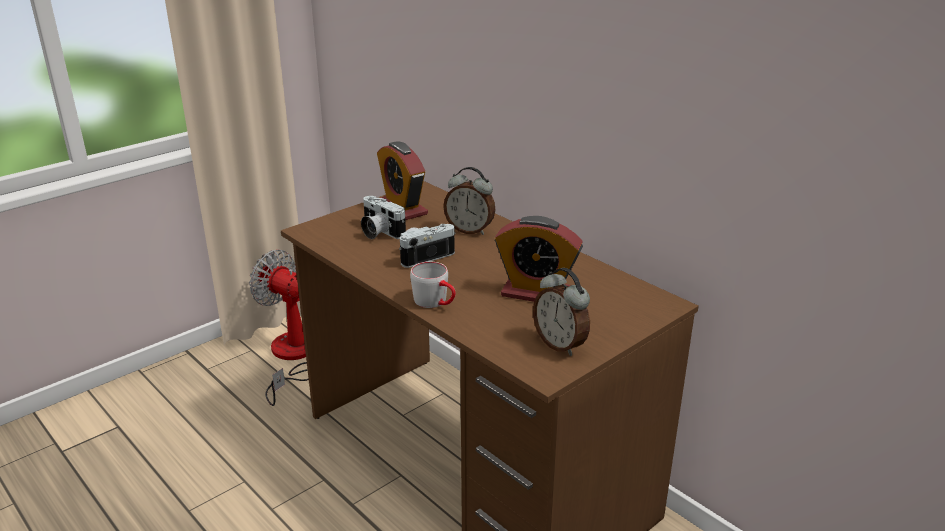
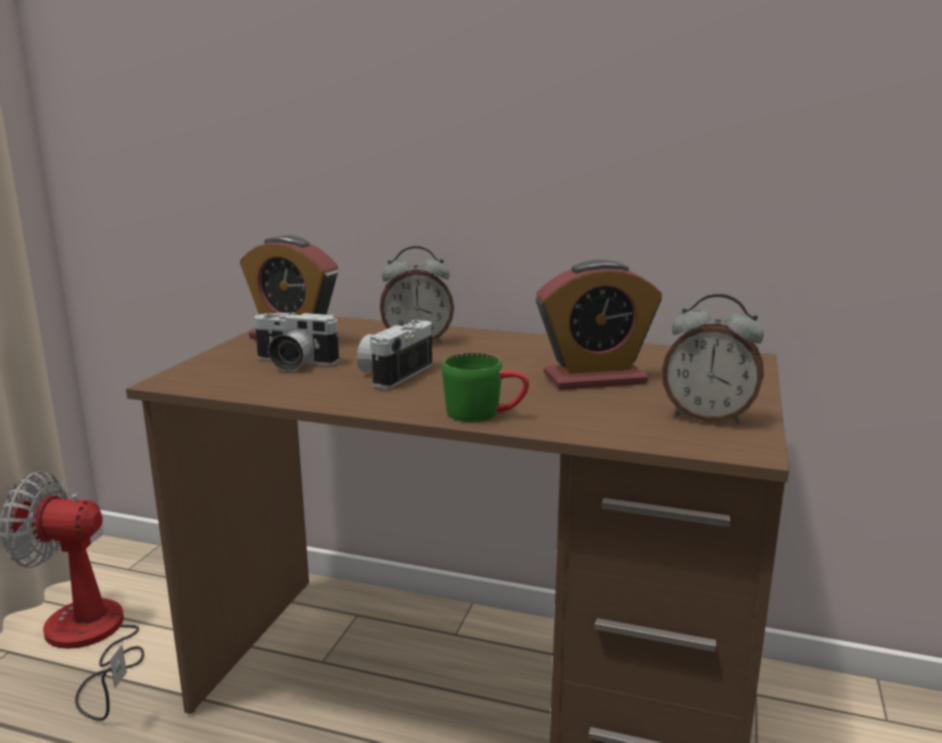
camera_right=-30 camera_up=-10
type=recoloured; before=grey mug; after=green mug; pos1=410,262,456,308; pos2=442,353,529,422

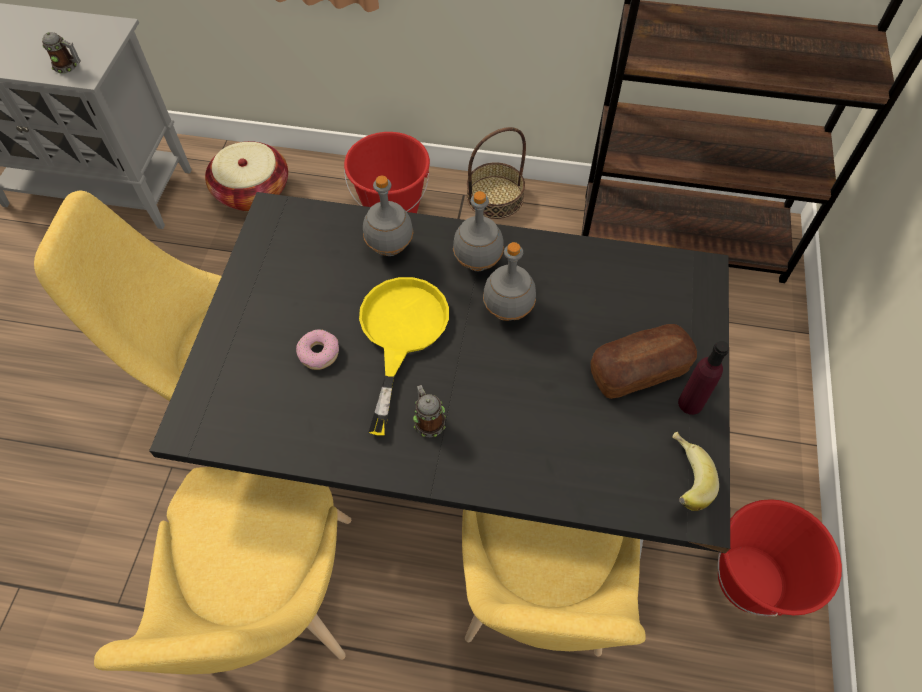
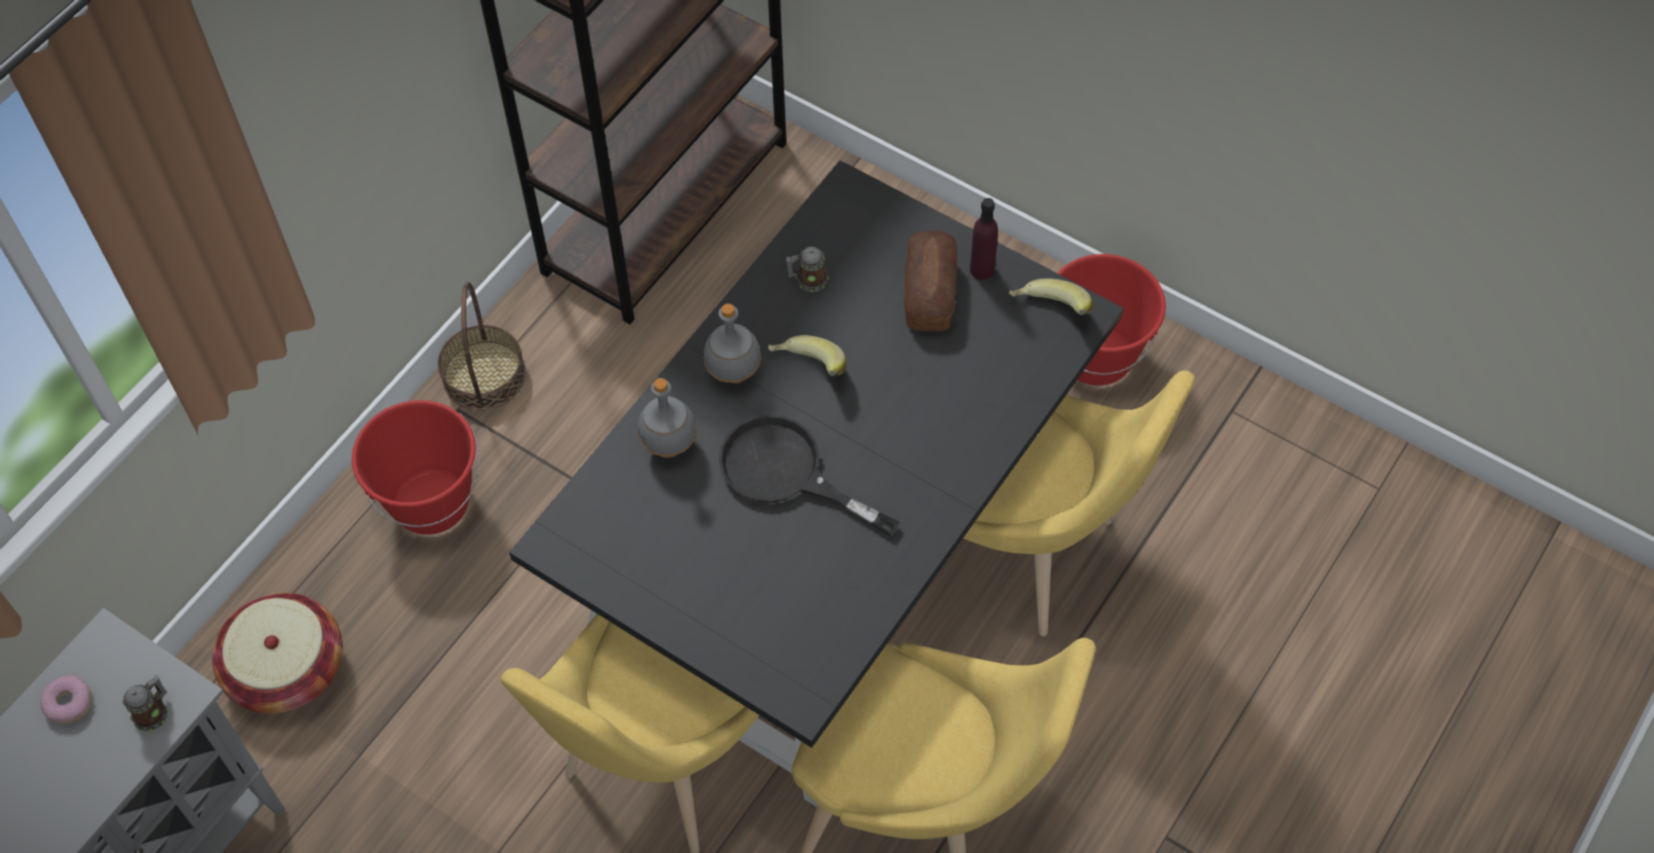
camera_right=-65 camera_up=0
type=replaced; before=grey bottle; after=banana; pos1=483,242,536,321; pos2=768,335,846,376
type=recoloured; before=yellow frying pan; after=black frying pan; pos1=359,277,449,435; pos2=719,414,900,536
type=moved; before=donut; pos1=296,329,339,370; pos2=40,675,92,724
type=moved; before=mug; pos1=413,385,446,438; pos2=786,247,829,292

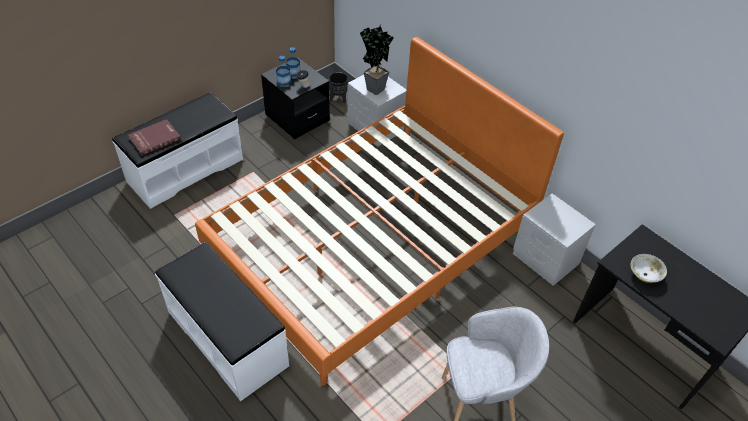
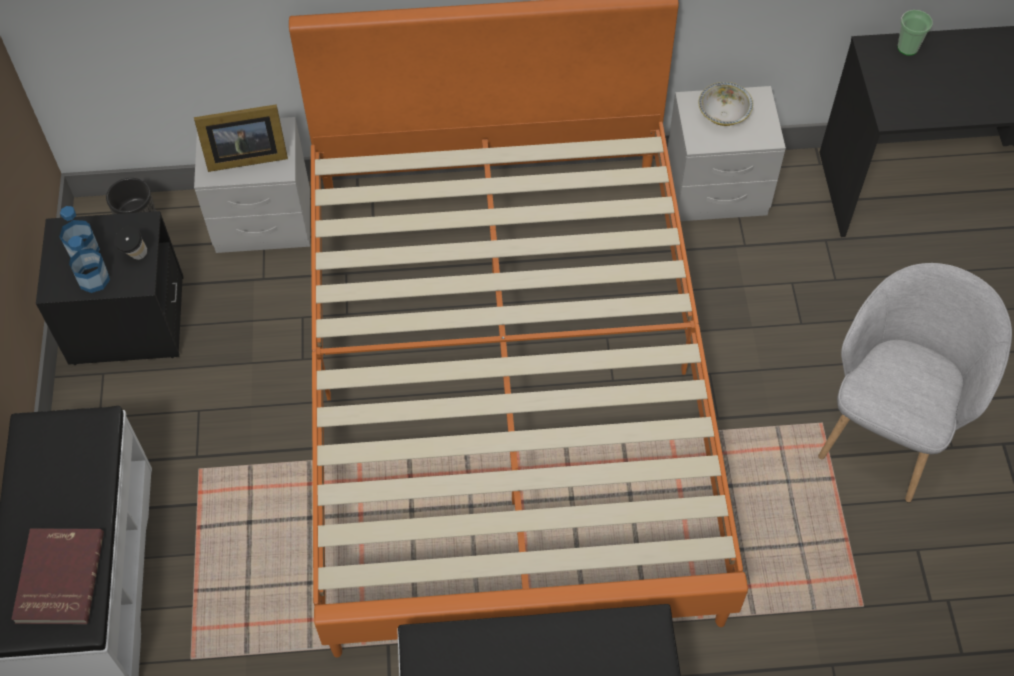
camera_right=-50 camera_up=10
type=replaced; before=potted plant; after=picture frame; pos1=360,26,394,95; pos2=194,104,288,172
type=moved; before=bowl; pos1=630,254,667,283; pos2=699,82,753,126
type=added; after=cup; pos2=898,10,933,56

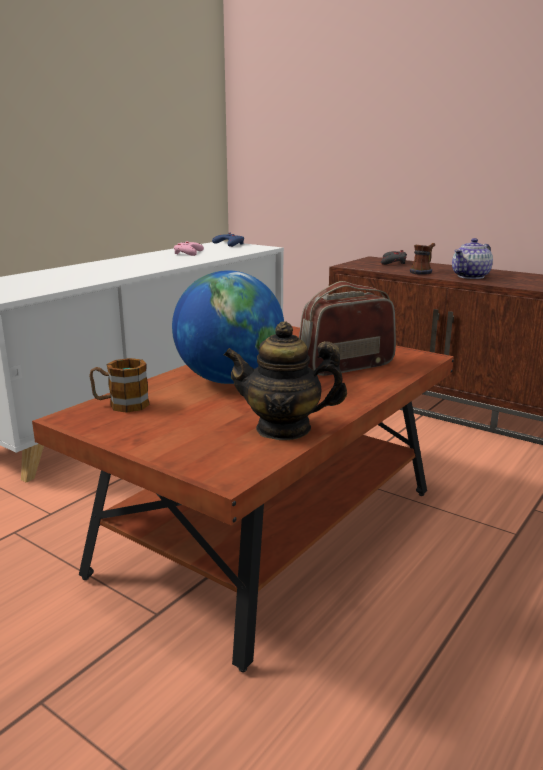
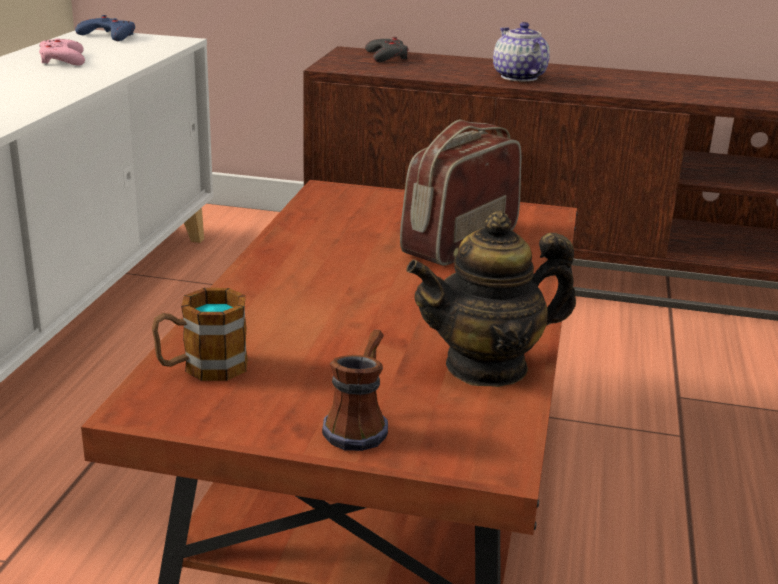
camera_right=-25 camera_up=5
type=turned; before=teapot; pos1=452,238,493,279; pos2=493,22,550,82; turn=135
type=moved; before=mug; pos1=410,243,435,275; pos2=322,330,388,451
type=removed; before=globe; pos1=172,270,284,384

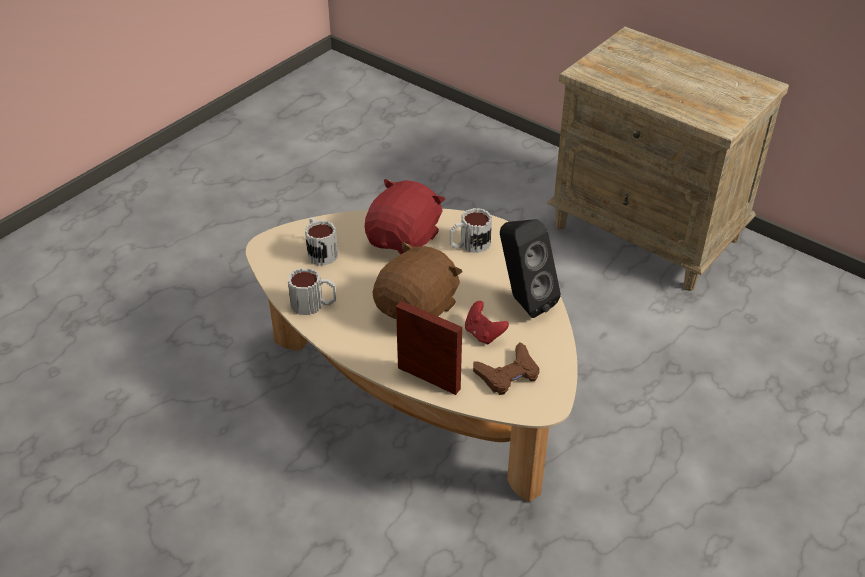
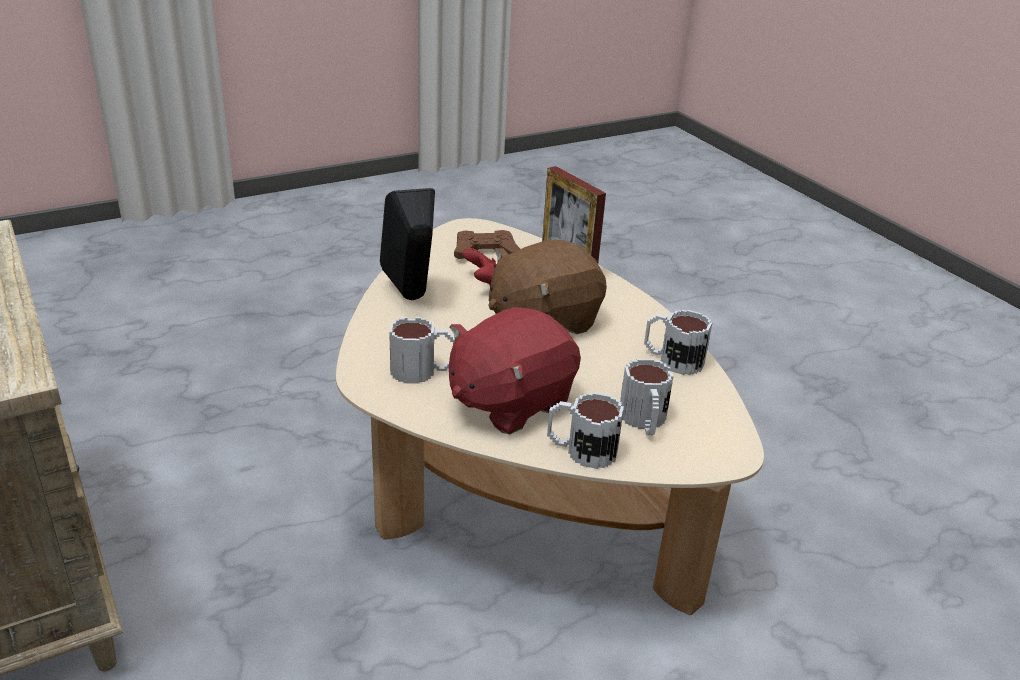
camera_right=-160 camera_up=-10
type=added; after=mug; pos2=547,392,624,469

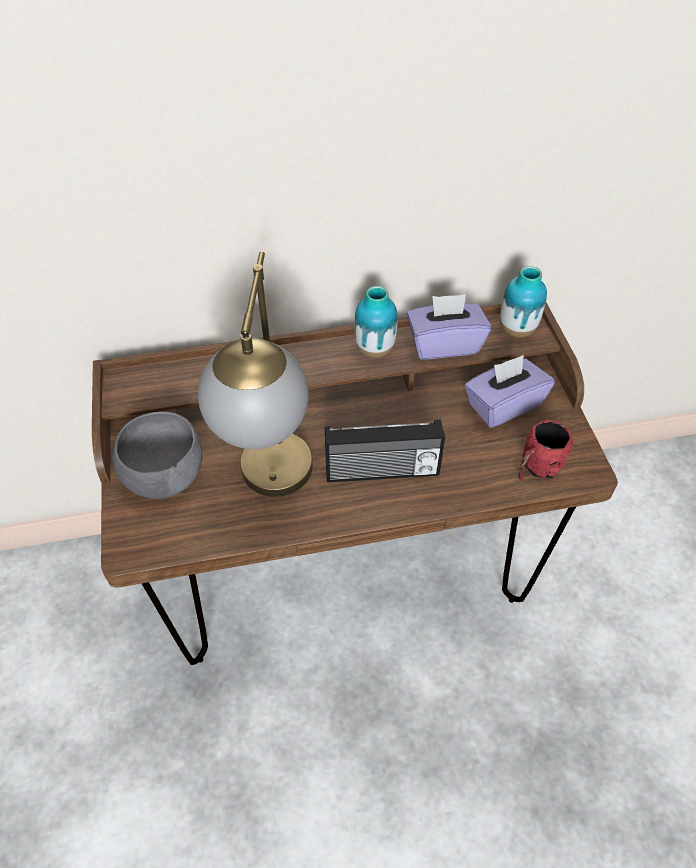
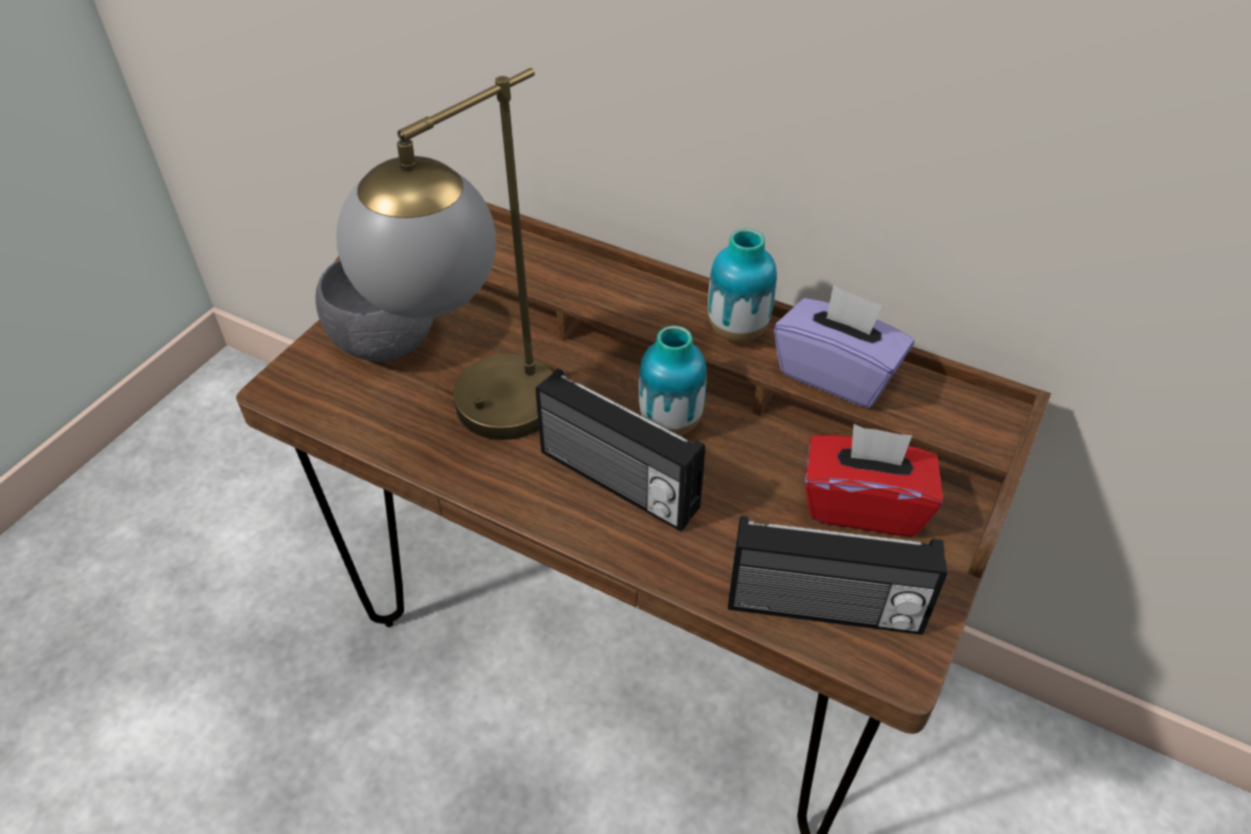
camera_right=40 camera_up=-5
type=moved; before=vase; pos1=500,266,547,338; pos2=639,326,707,436
type=recoloured; before=purple tissue box; after=red tissue box; pos1=465,355,555,428; pos2=805,424,943,537
type=replaced; before=red mug; after=radio; pos1=519,420,573,481; pos2=728,516,947,635

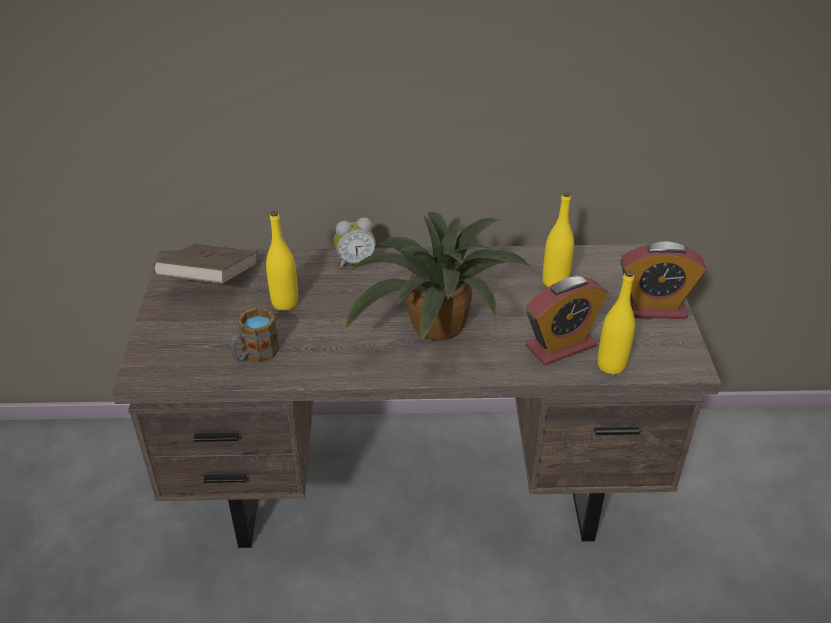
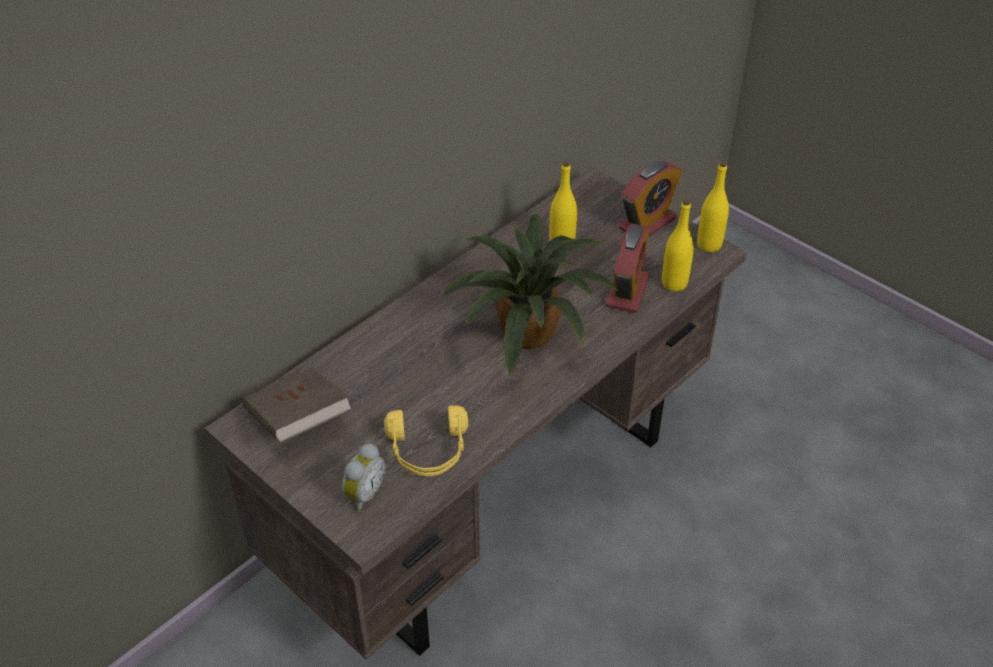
camera_right=-45 camera_up=5
type=moved; before=yellow bottle; pos1=266,211,298,311; pos2=697,161,729,252
type=moved; before=alarm clock; pos1=334,218,376,268; pos2=342,444,386,511
type=replaced; before=mug; after=yellow headphones; pos1=230,307,280,362; pos2=384,406,468,476

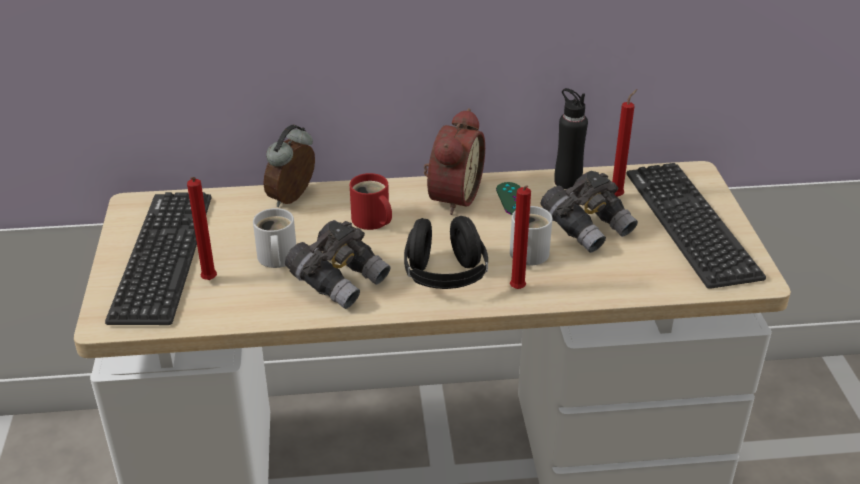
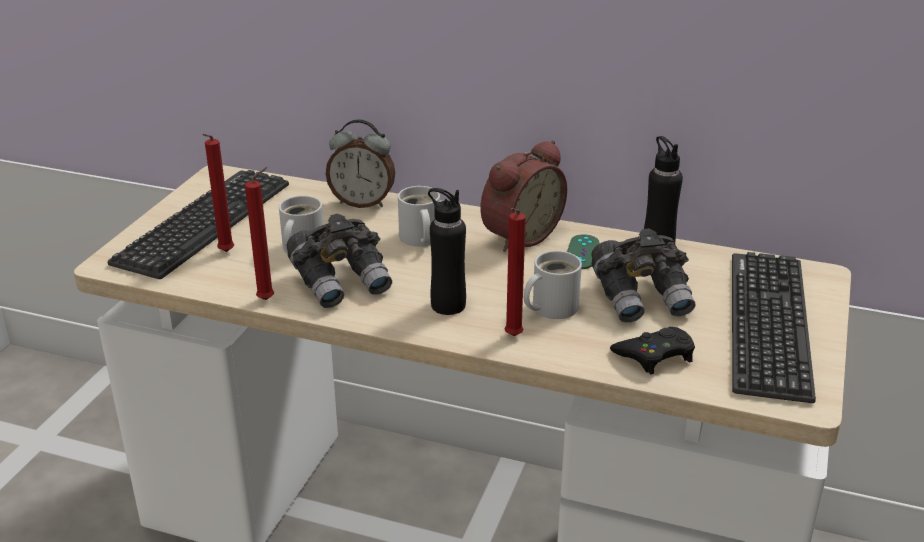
camera_right=25 camera_up=-5
type=moved; before=red candle; pos1=612,89,637,197; pos2=245,167,274,300
type=turned; before=alarm clock; pos1=263,125,315,207; pos2=326,119,395,208; turn=-135
type=recoloured; before=red mug; after=white mug; pos1=350,173,392,230; pos2=398,186,440,246
type=replaced; before=black headphones; after=black bottle; pos1=404,216,488,289; pos2=428,188,466,315
type=added; after=black game controller; pos2=610,327,695,375

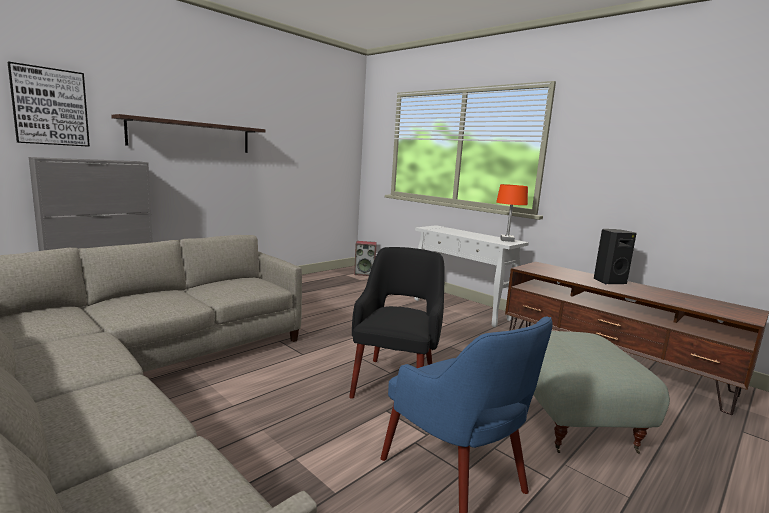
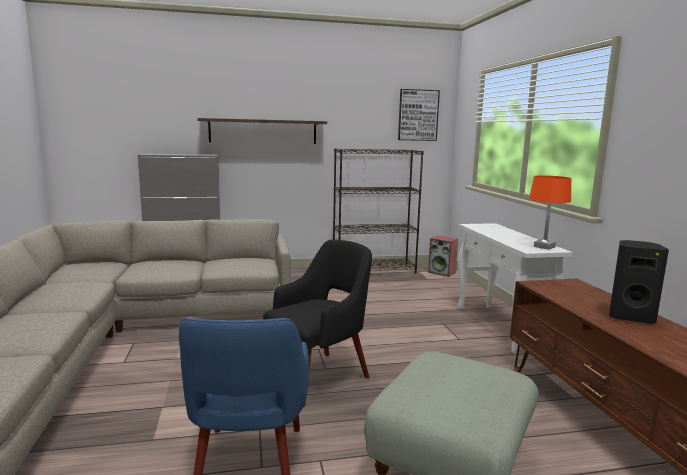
camera_right=35 camera_up=0
type=moved; before=picture; pos1=8,61,90,147; pos2=398,89,440,141
type=added; after=black bookcase; pos2=333,148,424,274

